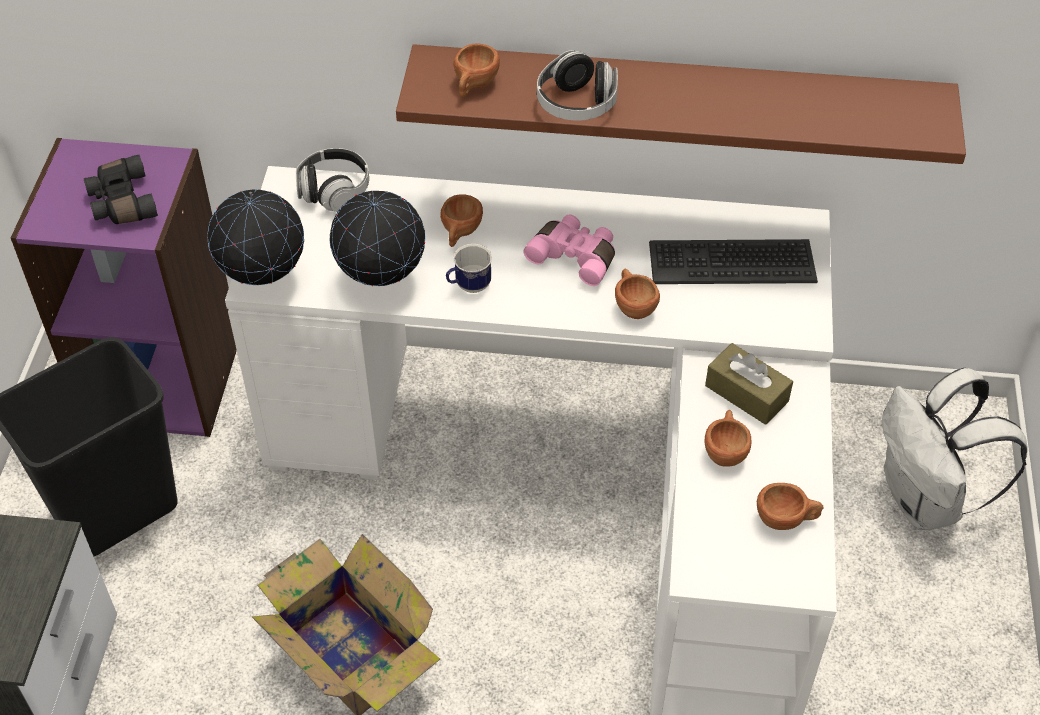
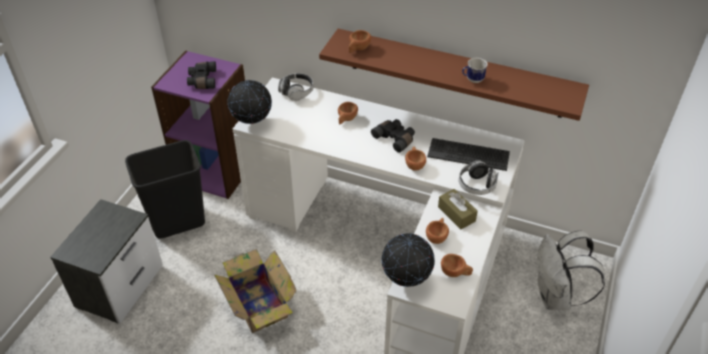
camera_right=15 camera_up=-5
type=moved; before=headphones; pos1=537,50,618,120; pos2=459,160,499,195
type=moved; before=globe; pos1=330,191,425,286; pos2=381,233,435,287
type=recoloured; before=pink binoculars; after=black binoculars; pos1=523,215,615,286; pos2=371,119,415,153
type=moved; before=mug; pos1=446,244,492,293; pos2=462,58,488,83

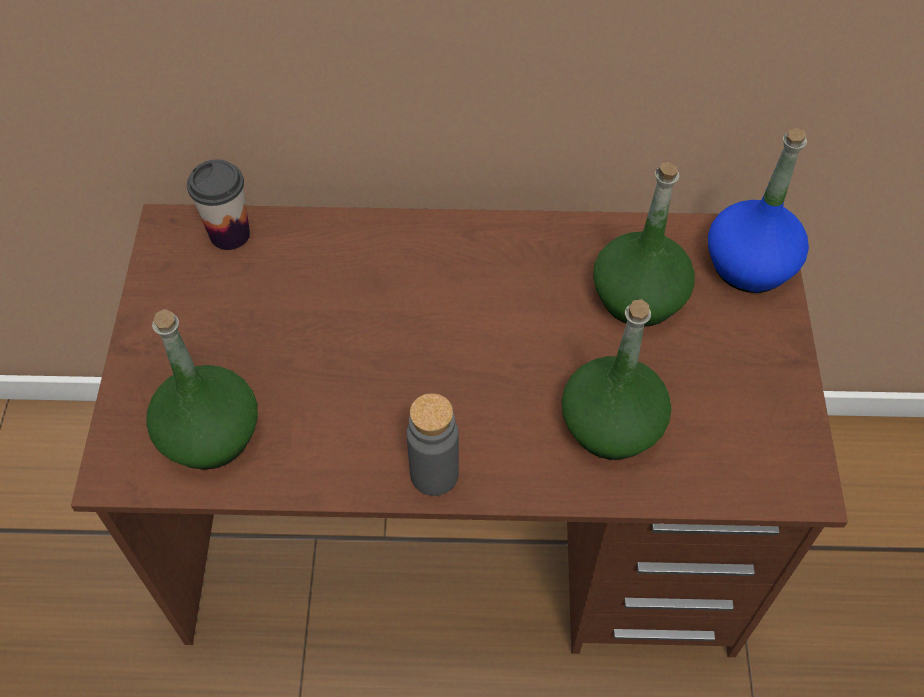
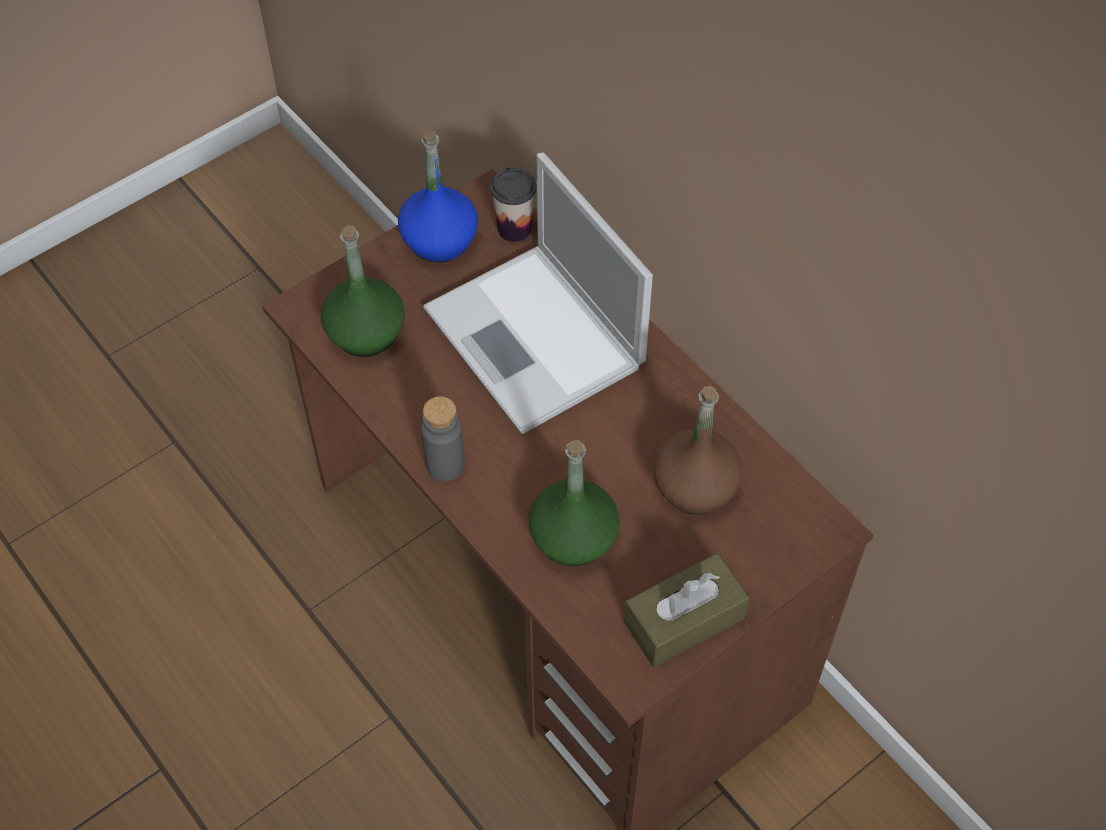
camera_right=50 camera_up=0
type=moved; before=blue bottle; pos1=708,128,809,293; pos2=398,131,478,262
type=recoloured; before=green bottle; after=brown bottle; pos1=593,162,695,327; pos2=653,386,743,514
type=added; after=laptop; pos2=423,152,653,434
type=added; after=brown tissue box; pos2=624,553,750,667

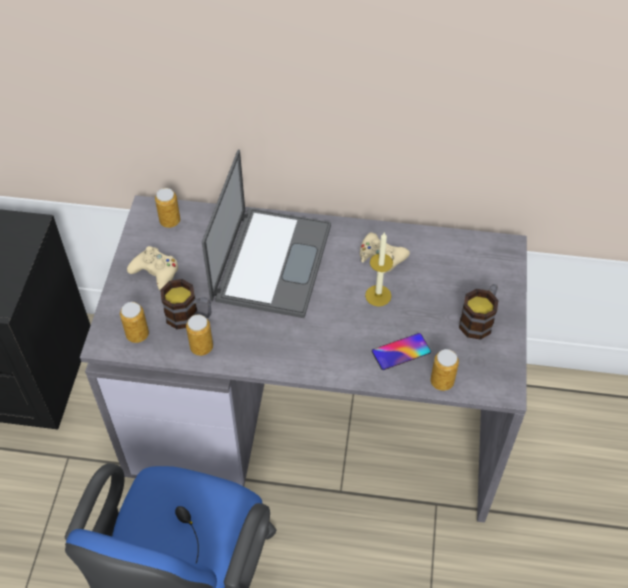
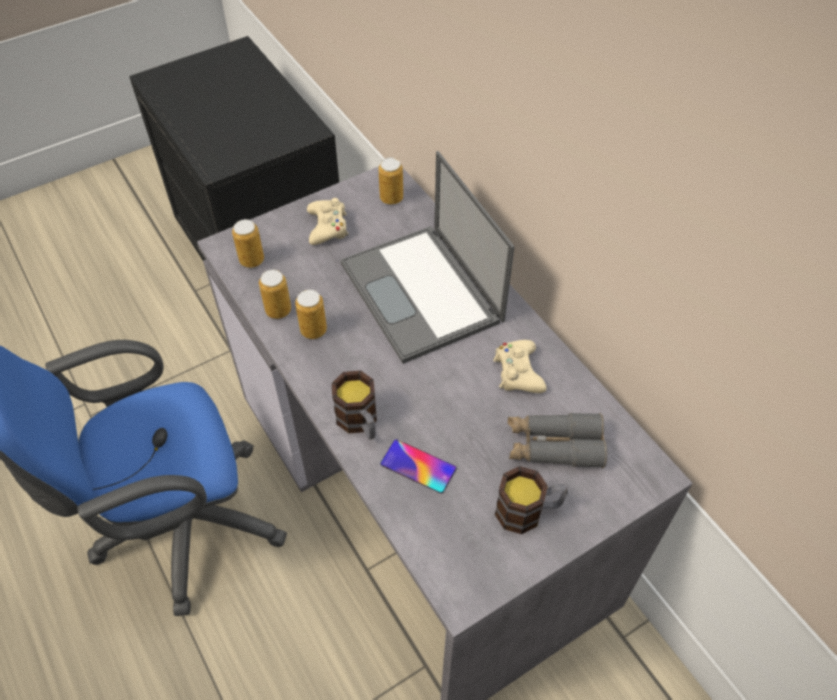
camera_right=50 camera_up=0
type=turned; before=laptop; pos1=202,150,331,318; pos2=340,151,515,364; turn=90
type=removed; before=candle; pos1=365,233,393,307
type=moved; before=mug; pos1=160,279,211,329; pos2=332,371,377,440
type=moved; before=can; pos1=431,349,459,391; pos2=295,289,327,339
type=added; after=grey binoculars; pos2=508,413,607,468

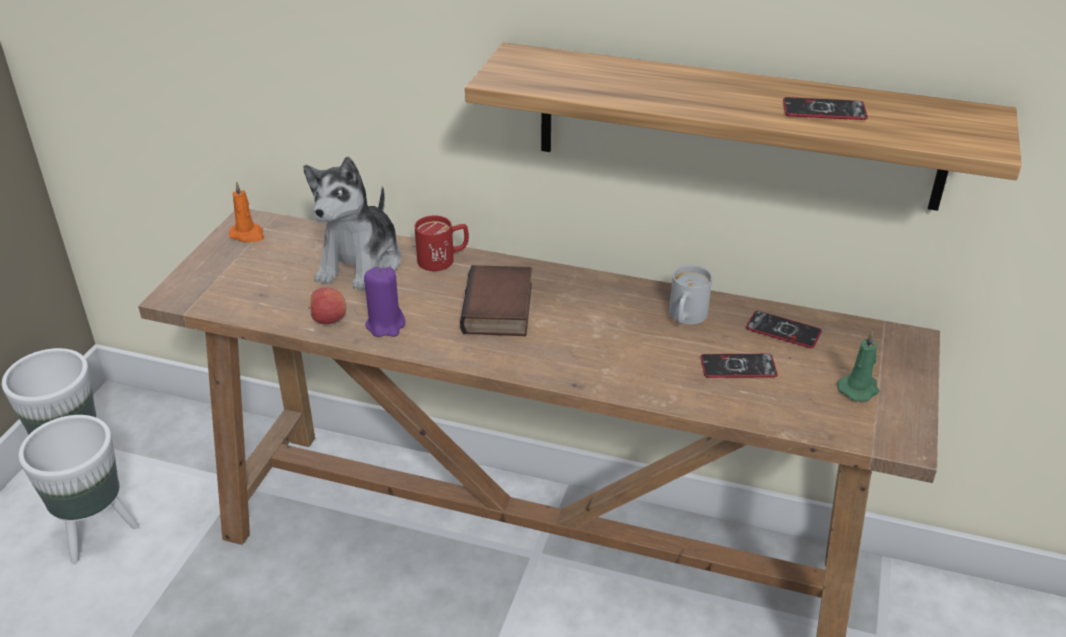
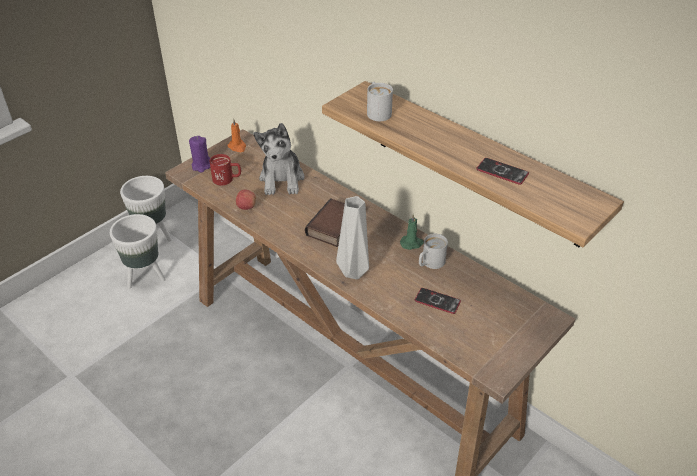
camera_right=25 camera_up=5
type=turned; before=plush toy; pos1=303,157,401,292; pos2=253,123,305,195; turn=-45
type=moved; before=red mug; pos1=415,215,469,271; pos2=209,154,241,185
type=moved; before=purple candle; pos1=364,267,405,337; pos2=189,136,210,172
type=removed; before=phone; pos1=746,311,822,348
type=moved; before=green candle; pos1=837,331,879,402; pos2=400,214,424,250
type=added; after=white mug; pos2=367,82,393,121
type=added; after=grey vase; pos2=336,196,369,279

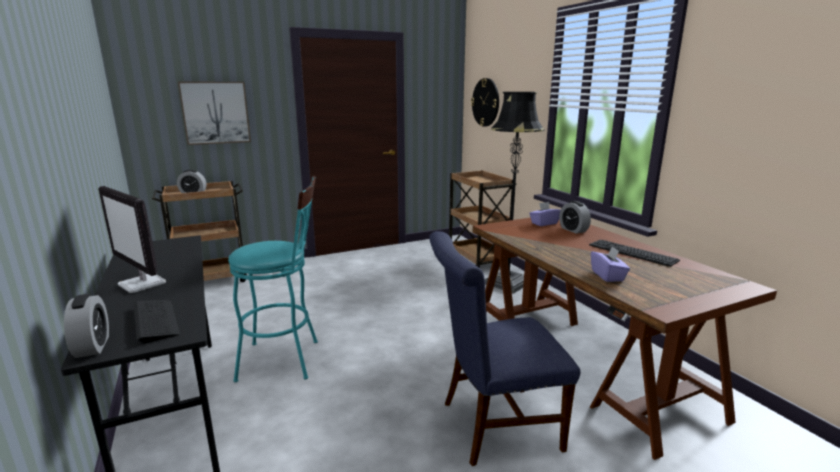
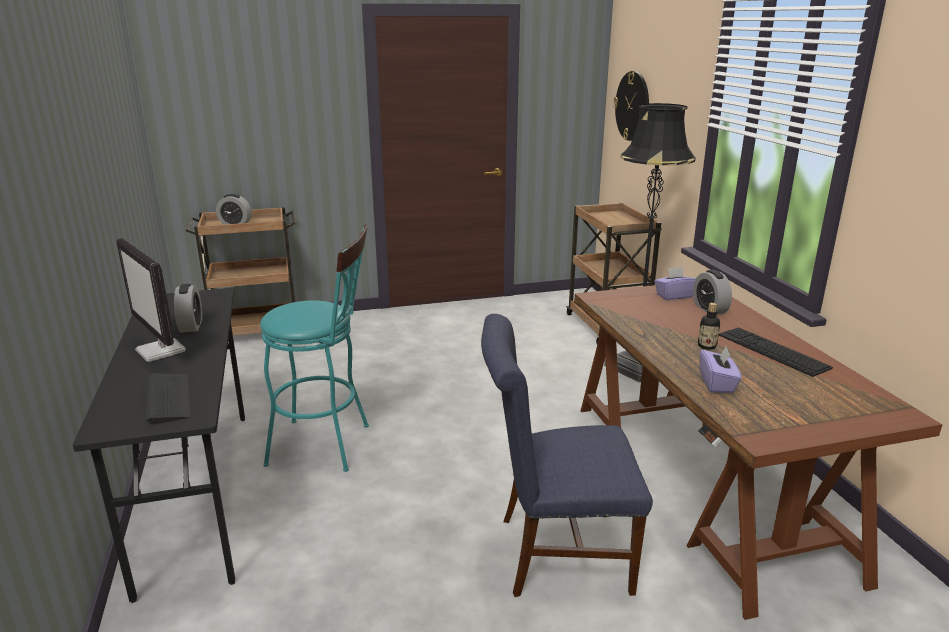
camera_right=10 camera_up=5
type=removed; before=picture; pos1=178,82,251,145
type=moved; before=alarm clock; pos1=64,294,109,358; pos2=174,284,202,333
type=added; after=bottle; pos2=698,303,720,350

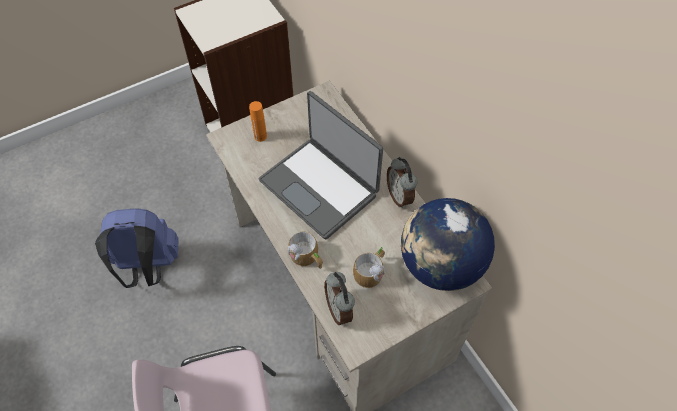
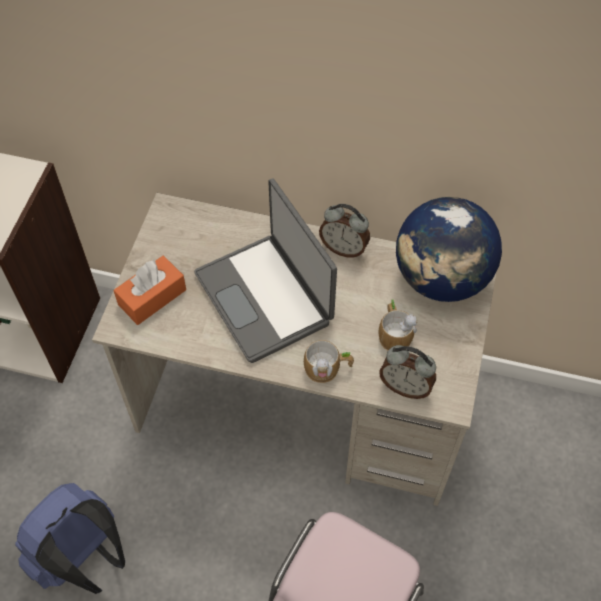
camera_right=-45 camera_up=0
type=turned; before=laptop; pos1=259,91,383,239; pos2=194,178,337,363; turn=60
type=replaced; before=orange bottle; after=orange tissue box; pos1=249,101,267,142; pos2=114,256,186,325

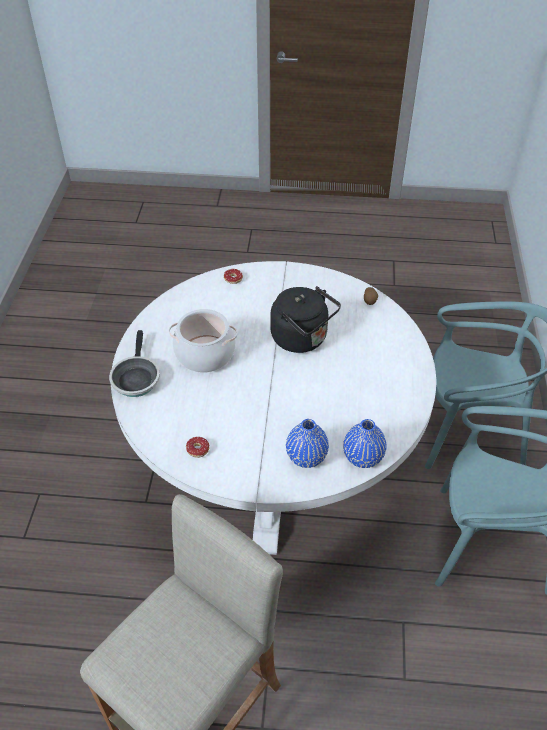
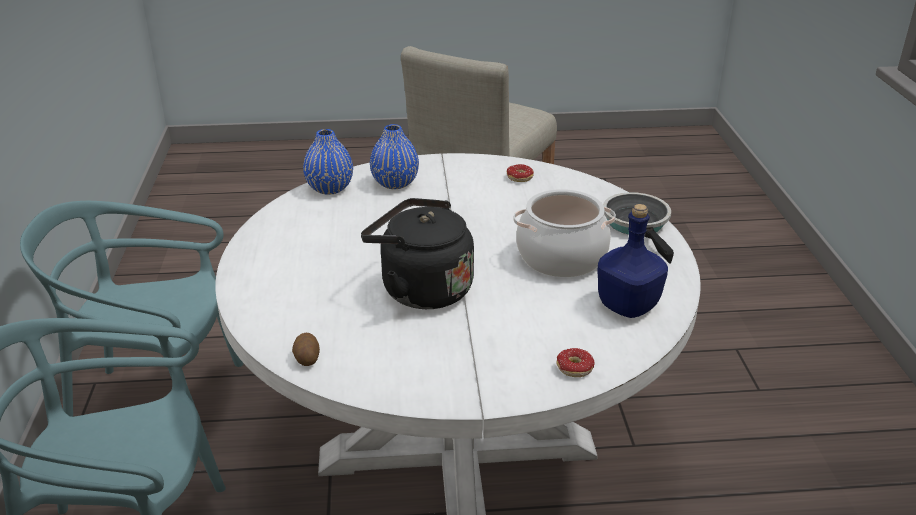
camera_right=170 camera_up=-15
type=added; after=blue bottle; pos2=597,204,668,318

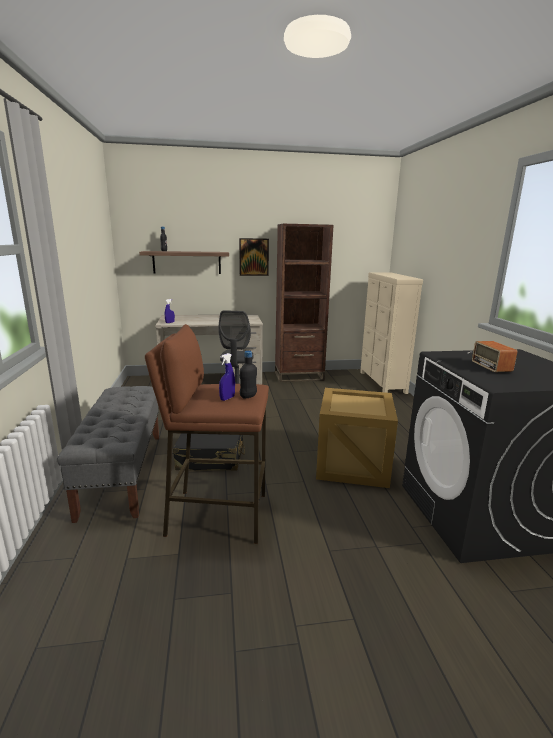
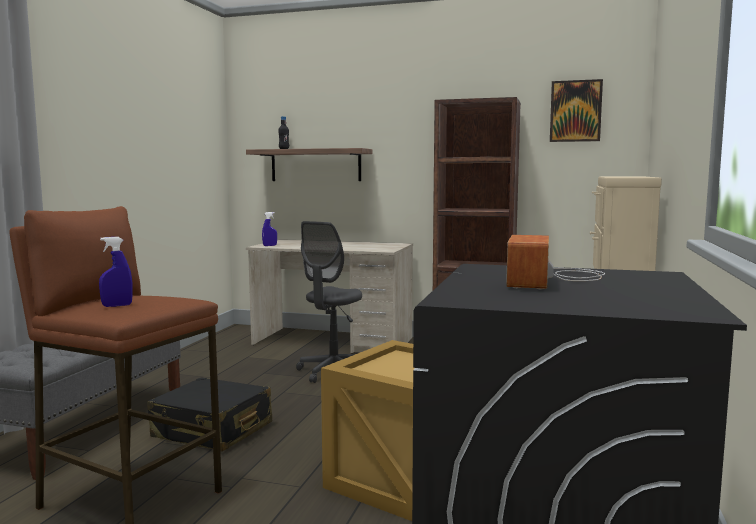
camera_right=25 camera_up=-10
type=moved; before=picture; pos1=239,238,269,276; pos2=550,79,603,142
type=removed; before=black bottle; pos1=239,351,257,398

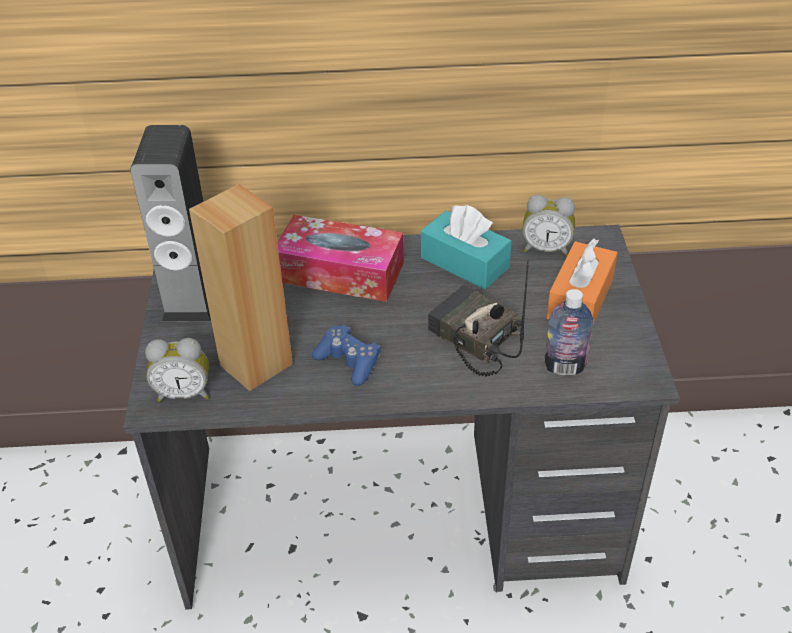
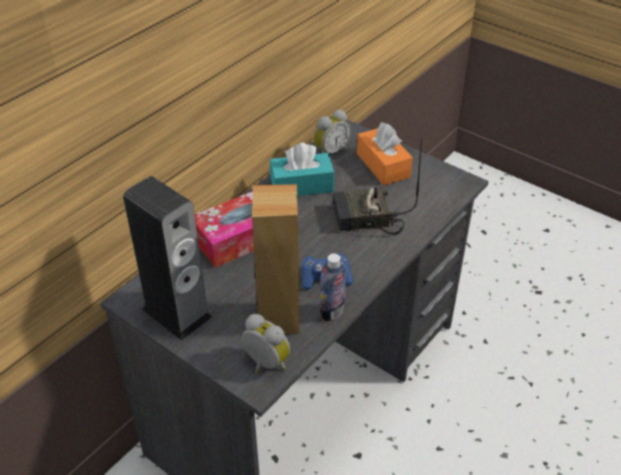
camera_right=-50 camera_up=0
type=moved; before=bottle; pos1=544,289,593,376; pos2=320,253,346,321
type=turned; before=alarm clock; pos1=145,338,209,402; pos2=242,314,290,374; turn=-90

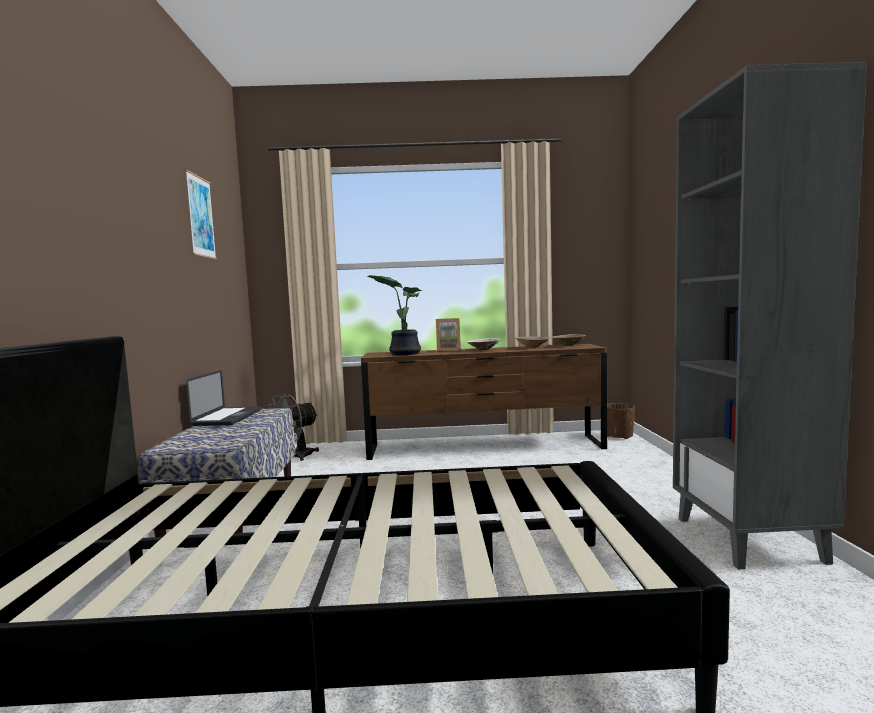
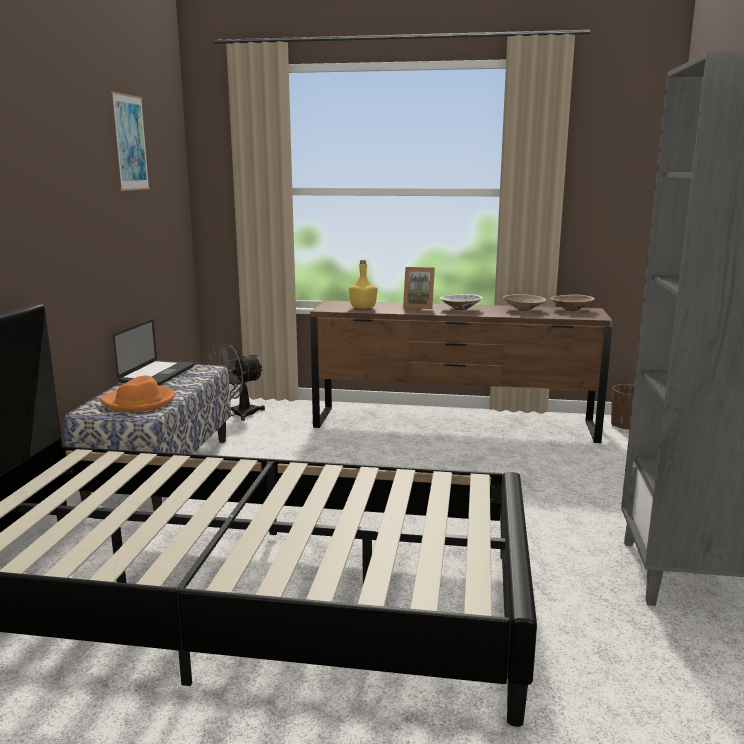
camera_right=10 camera_up=10
type=replaced; before=potted plant; after=yellow bottle; pos1=367,275,422,355; pos2=349,260,377,309
type=added; after=orange hat; pos2=100,375,175,412

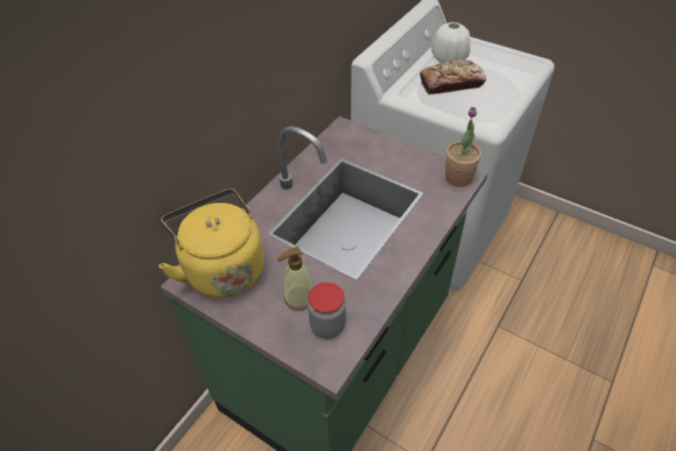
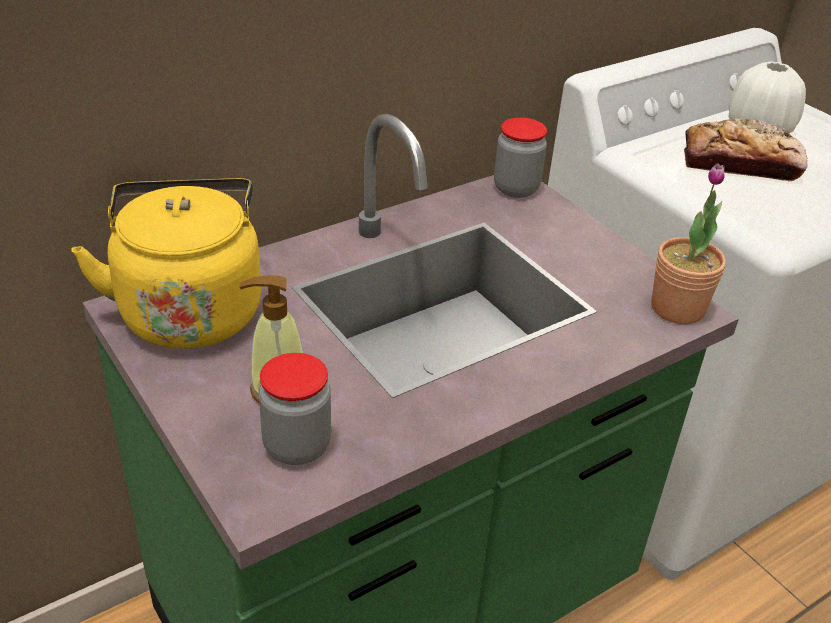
camera_right=20 camera_up=-10
type=added; after=jar; pos2=494,118,547,198

